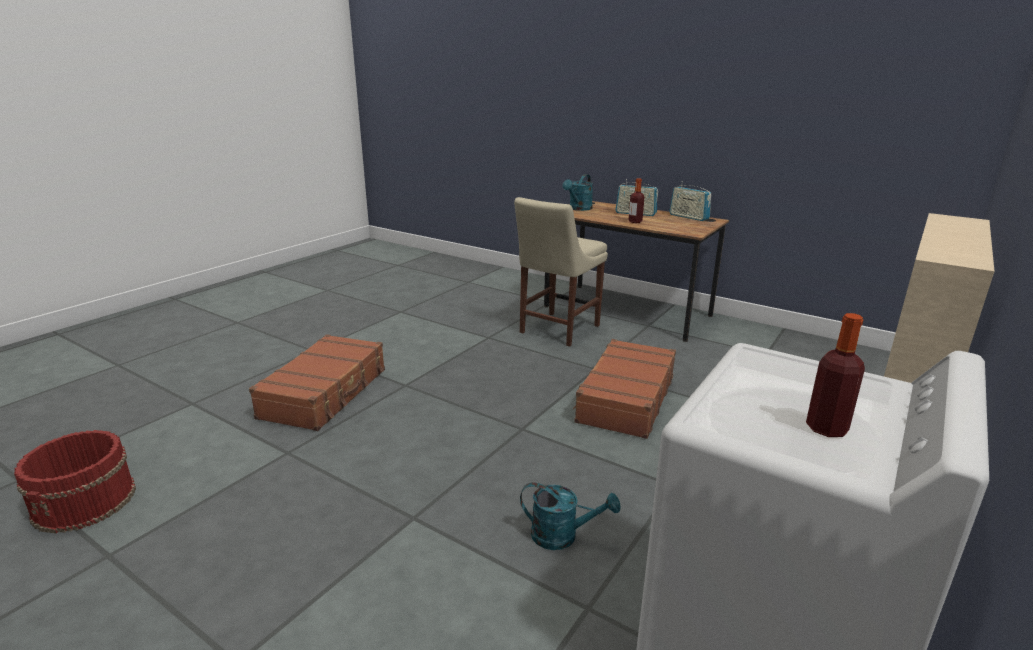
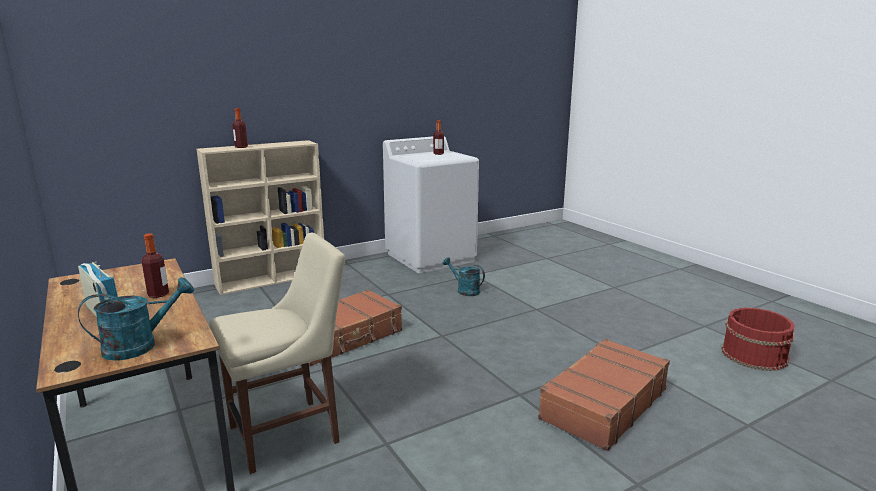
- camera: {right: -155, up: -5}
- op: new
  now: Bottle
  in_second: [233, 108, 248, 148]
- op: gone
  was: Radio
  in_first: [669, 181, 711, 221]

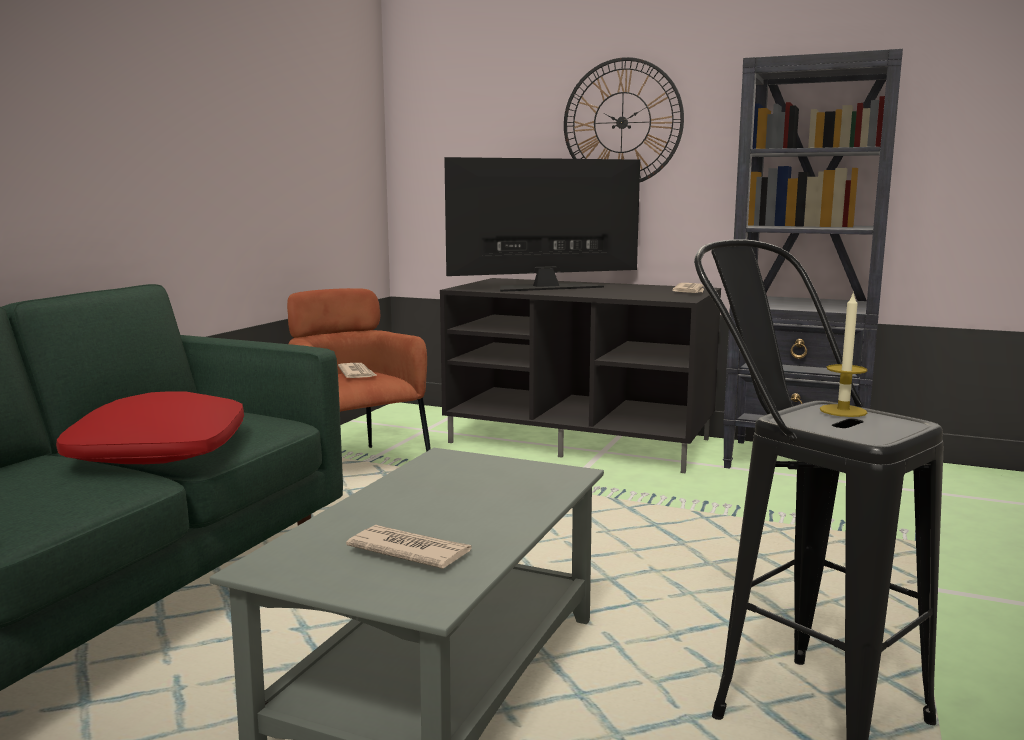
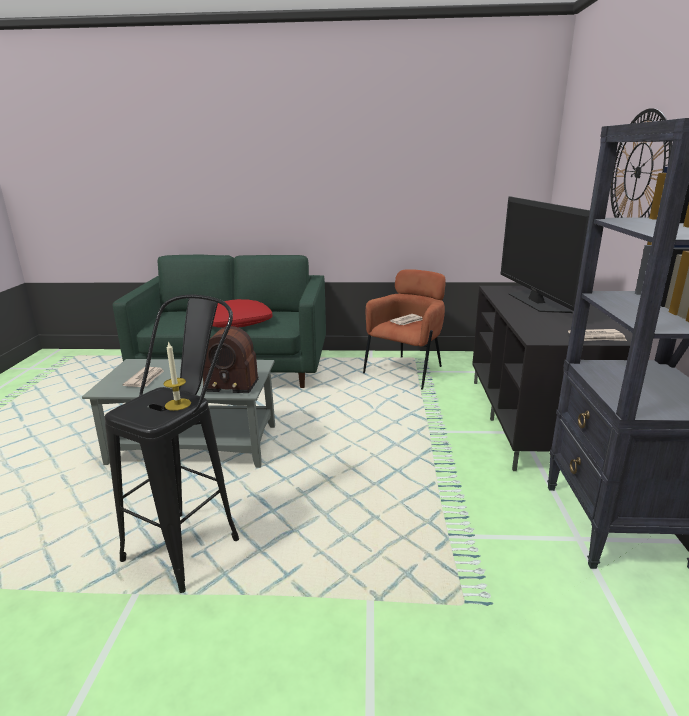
- camera: {right: 70, up: 10}
- op: new
  now: Radio
  in_second: [202, 326, 259, 393]
- op: rotated
  was: Television
  in_first: [444, 157, 640, 292]
  in_second: [500, 196, 590, 313]
  clockwise: -150

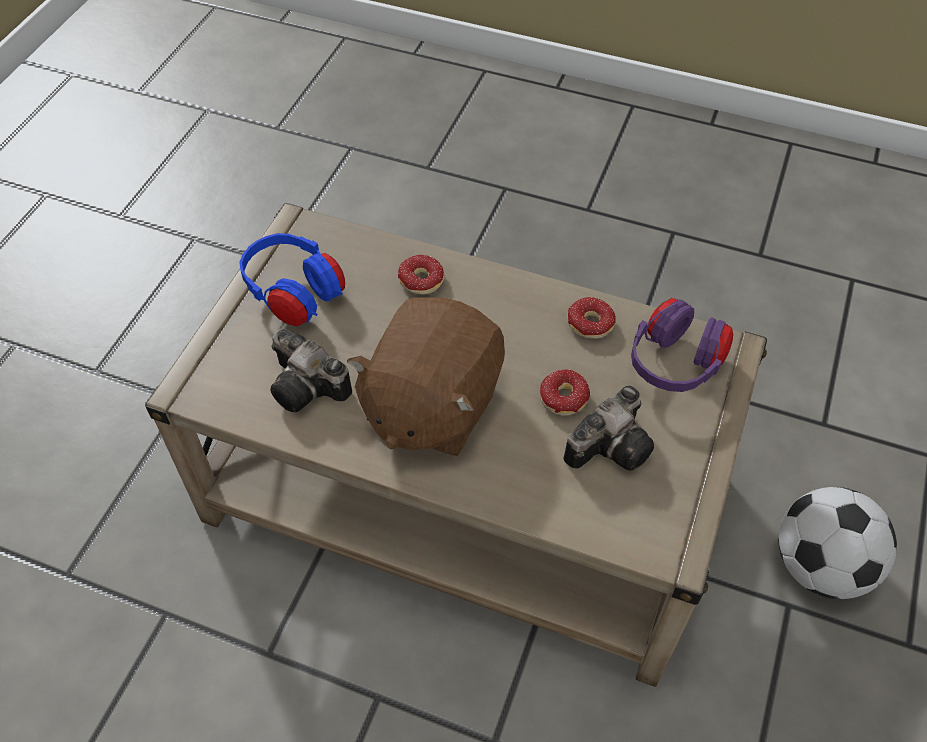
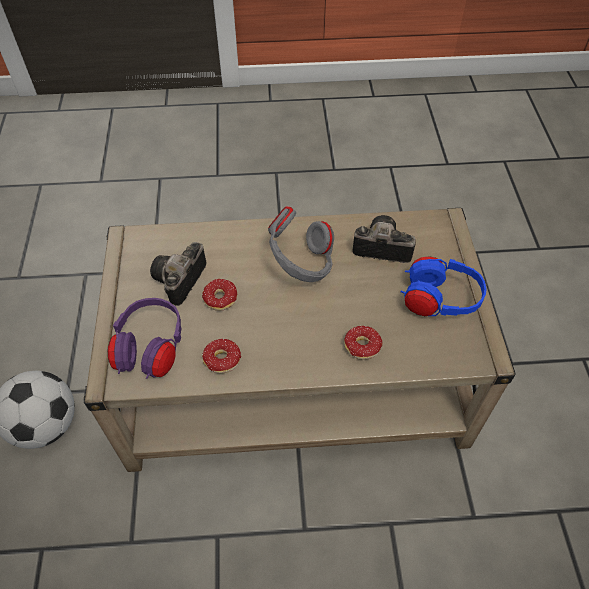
- camera: {right: 155, up: 0}
- op: swapped
  was: BrownPlushToy
  now: GreyHeadphones
  in_first: [347, 297, 505, 456]
  in_second: [268, 207, 334, 282]

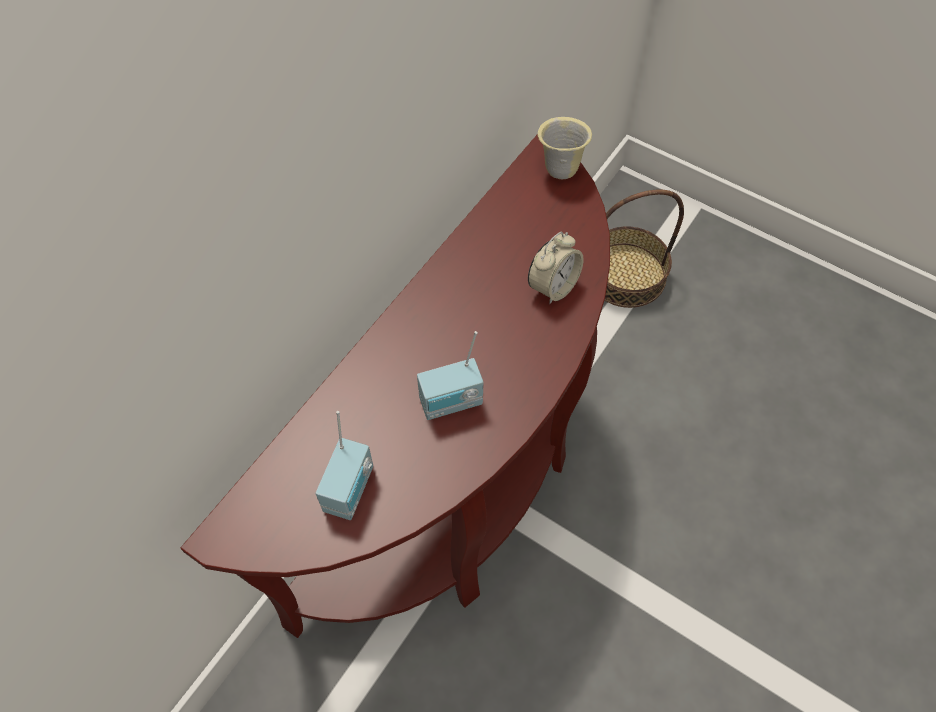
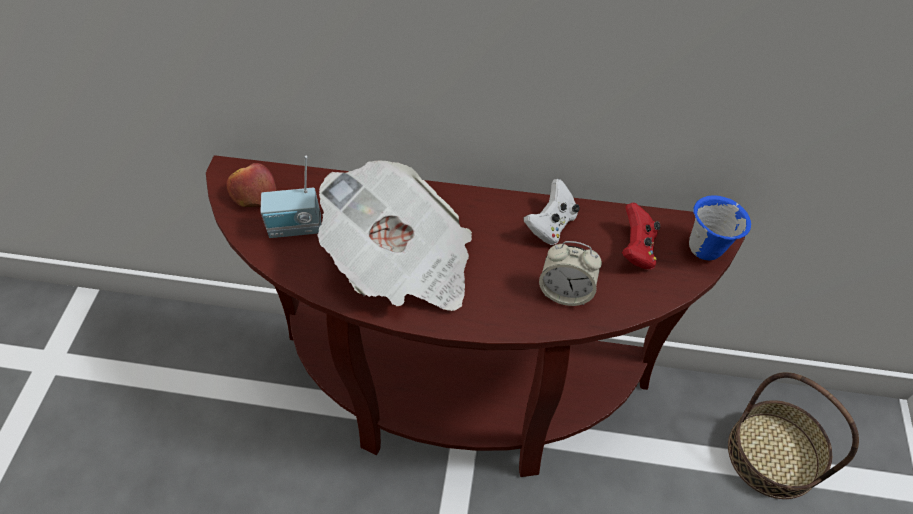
- camera: {right: 65, up: -5}
- op: new
  now: Apple
  in_second: [226, 163, 276, 207]
- op: swapped
  was: Radio
  now: Newspaper
  in_first: [417, 331, 483, 420]
  in_second: [317, 160, 472, 311]
- op: new
  now: WhiteGameController
  in_second: [523, 179, 580, 245]
- op: new
  now: RedGameController
  in_second: [622, 203, 660, 270]
- op: repainted
  was: BeigeMug
  now: BlueMug
  in_first: [537, 117, 592, 179]
  in_second: [689, 195, 751, 260]

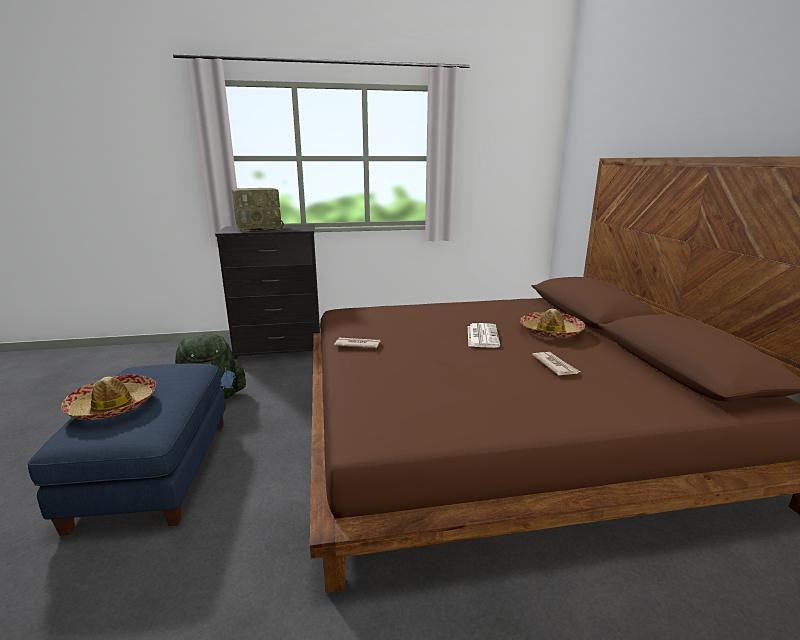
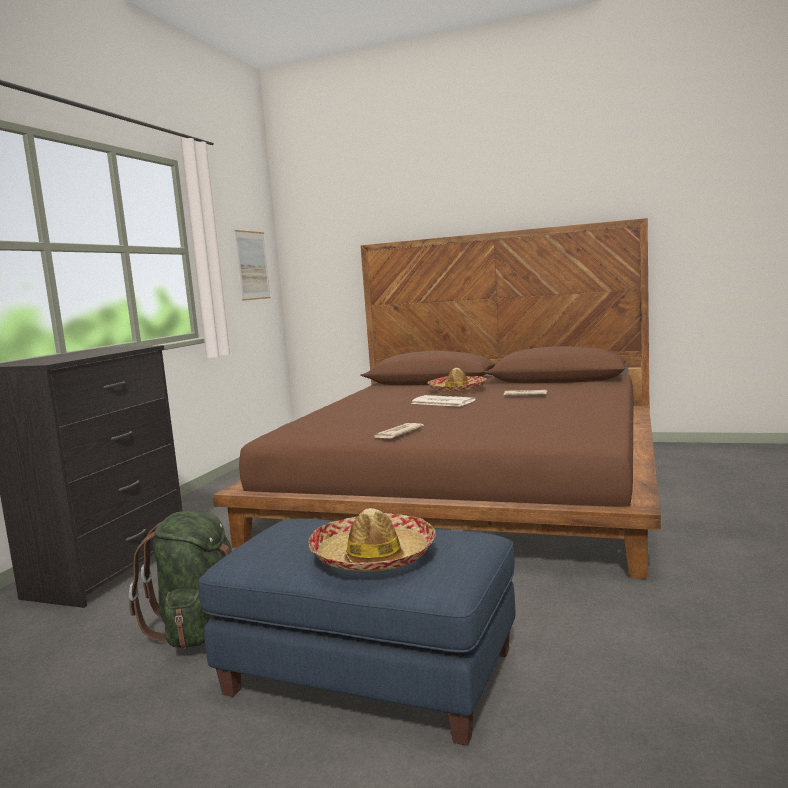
- camera: {right: -60, up: -10}
- op: new
  now: Picture
  in_second: [234, 230, 271, 301]
- op: gone
  was: Radio
  in_first: [232, 188, 284, 232]

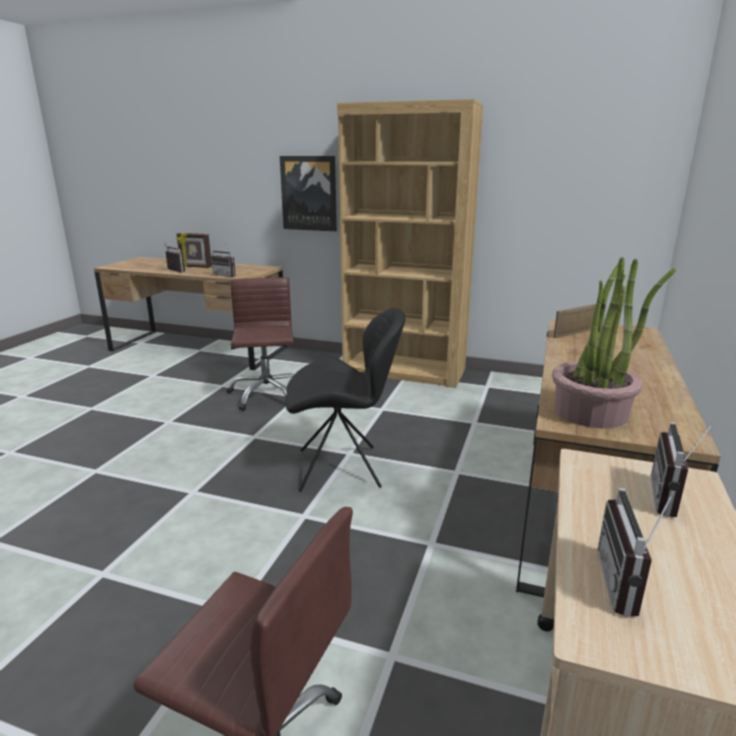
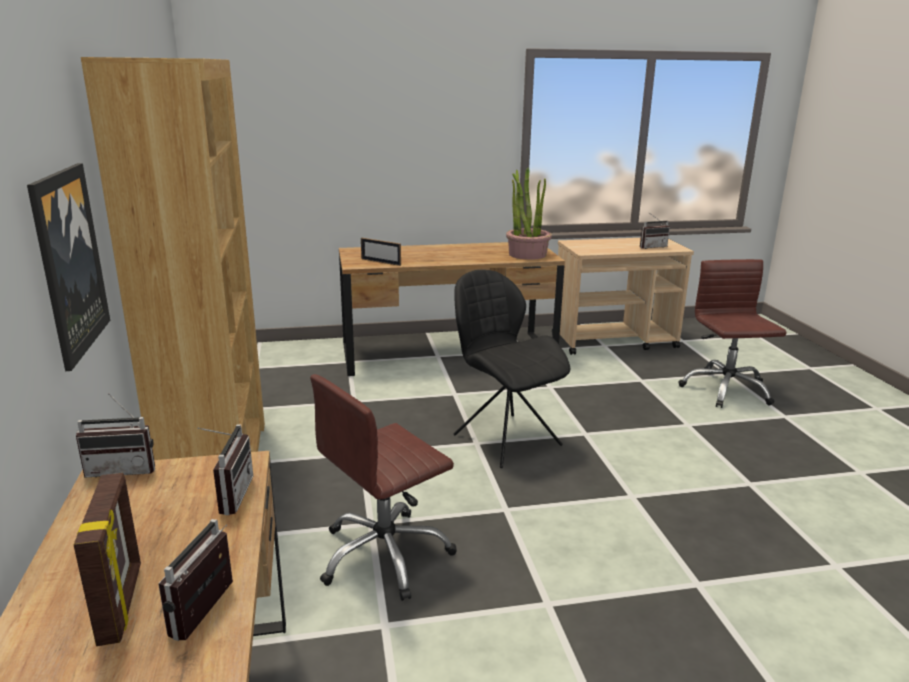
- camera: {right: -120, up: 0}
- op: shifted
  was: Radio
  in_first: [651, 422, 714, 517]
  in_second: [76, 393, 155, 478]

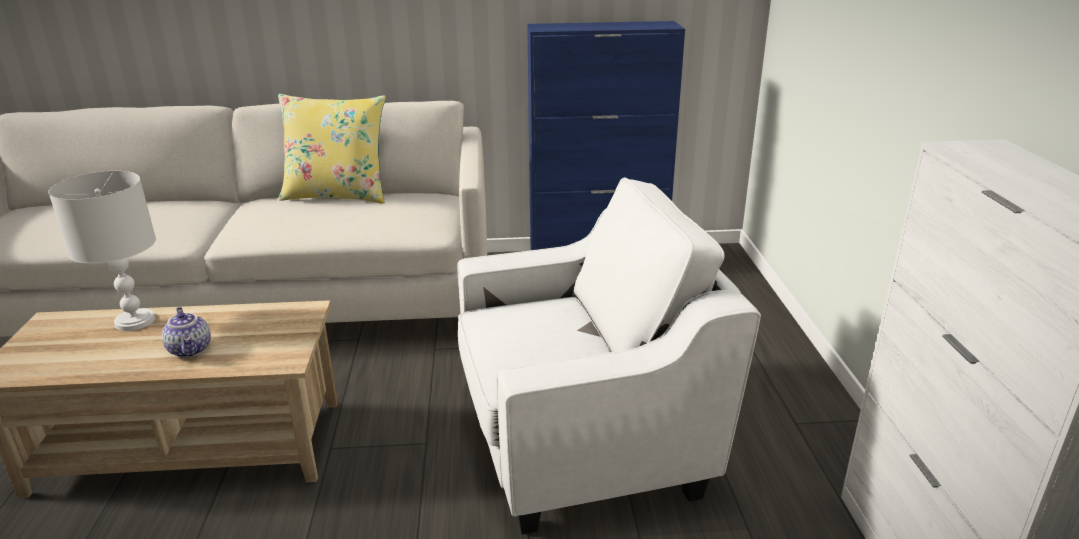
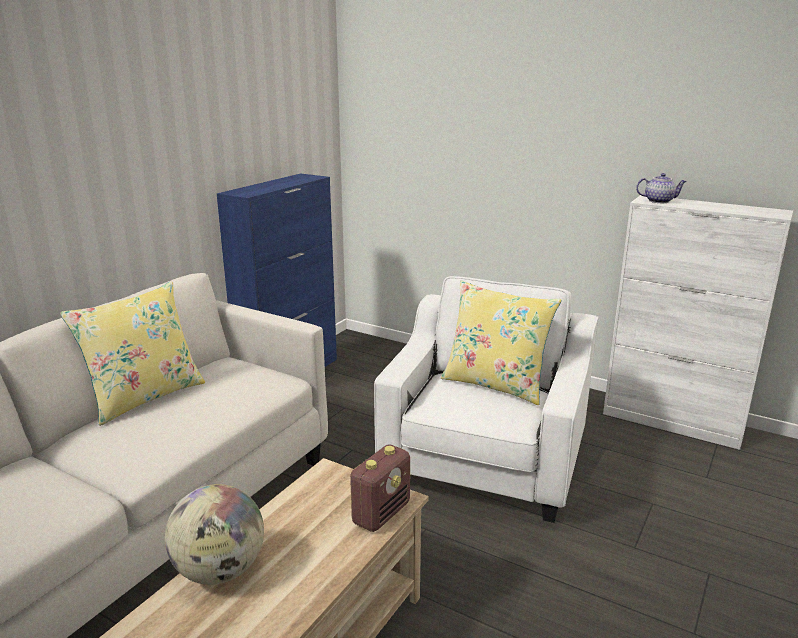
- camera: {right: -55, up: -5}
- op: swapped
  was: WhiteTableLamp
  now: Globe
  in_first: [48, 171, 156, 331]
  in_second: [165, 484, 264, 585]
- op: new
  now: Radio
  in_second: [350, 444, 410, 532]
- op: new
  now: YellowPillow
  in_second: [441, 280, 562, 405]
- op: shifted
  was: Teapot
  in_first: [162, 307, 211, 358]
  in_second: [636, 173, 687, 203]

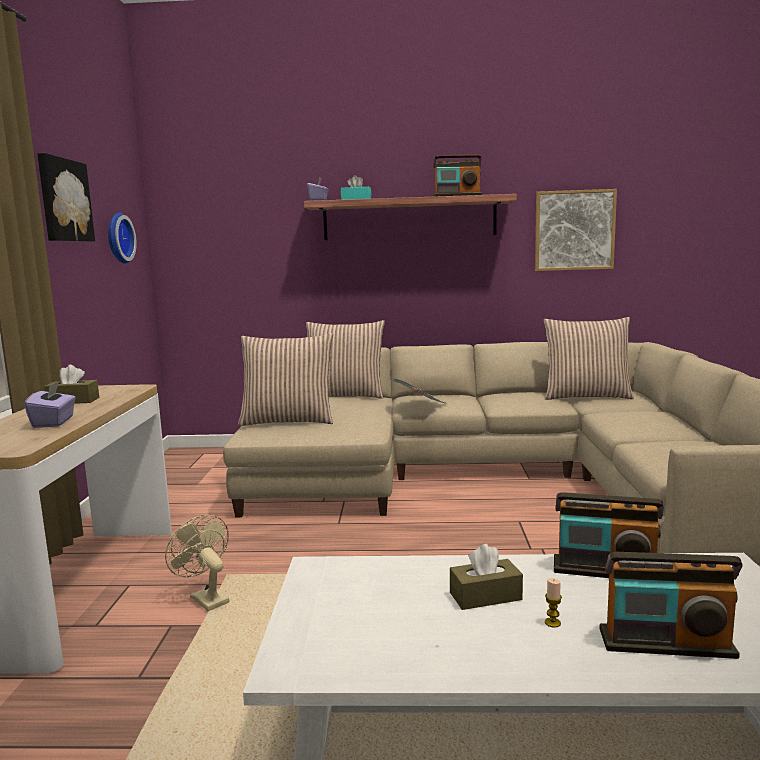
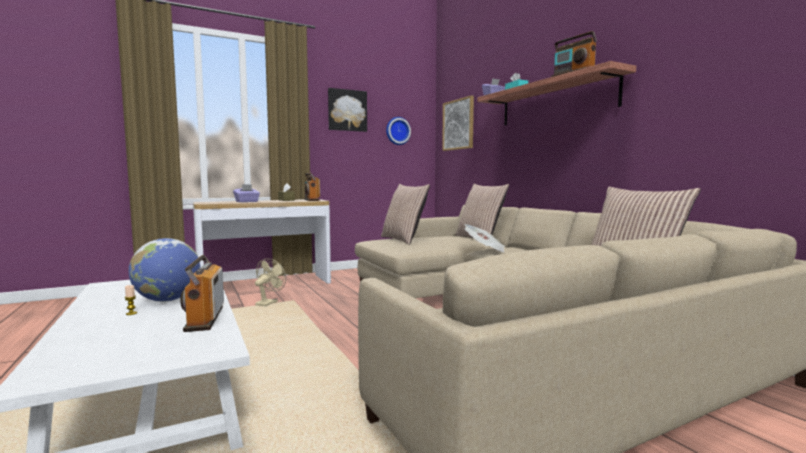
- camera: {right: 60, up: -5}
- op: swapped
  was: BrownTissueBox
  now: Globe
  in_first: [450, 544, 523, 610]
  in_second: [128, 238, 200, 302]
- op: shifted
  was: Radio
  in_first: [599, 552, 743, 659]
  in_second: [304, 173, 320, 201]
- op: shifted
  was: Picture
  in_first: [535, 189, 617, 271]
  in_second: [442, 95, 474, 151]

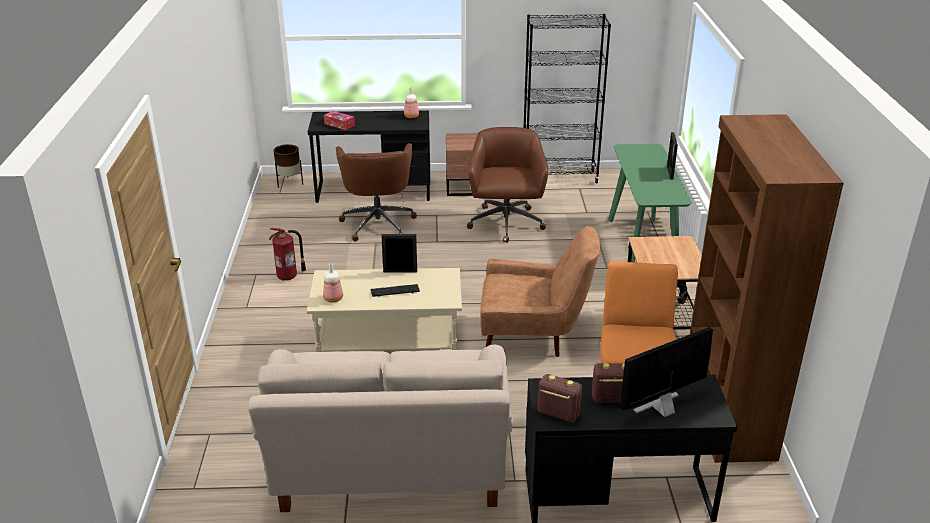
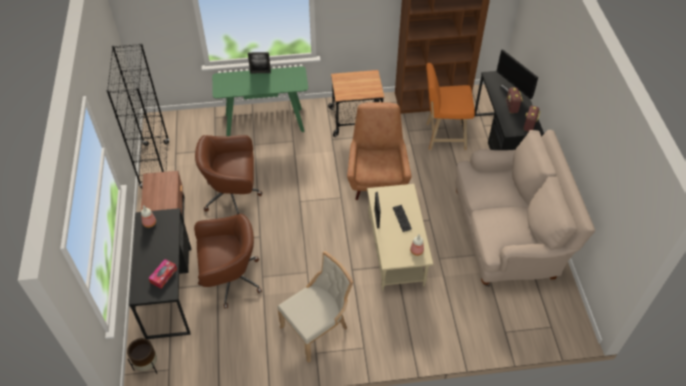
- camera: {right: -95, up: 20}
- op: swapped
  was: FireExtinguisher
  now: BeigeChair
  in_first: [269, 228, 306, 281]
  in_second: [277, 251, 353, 363]

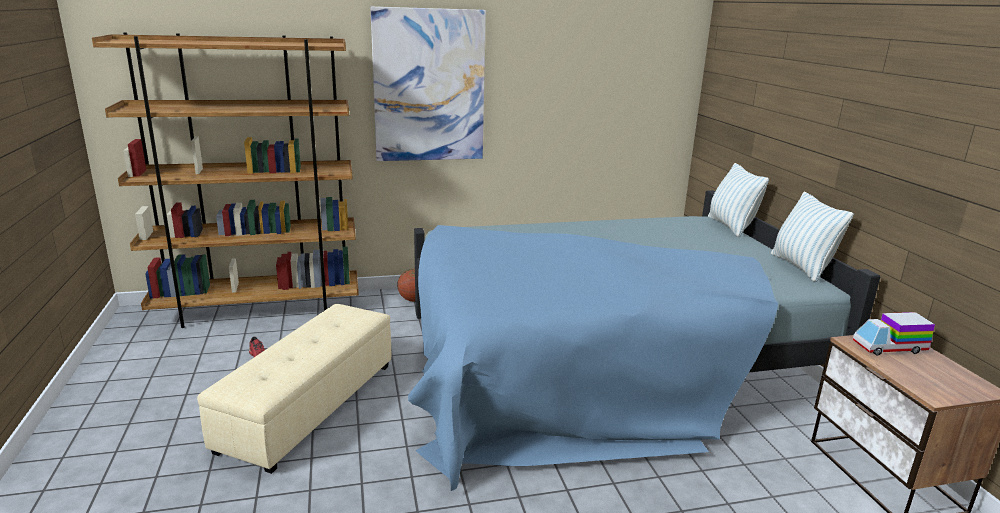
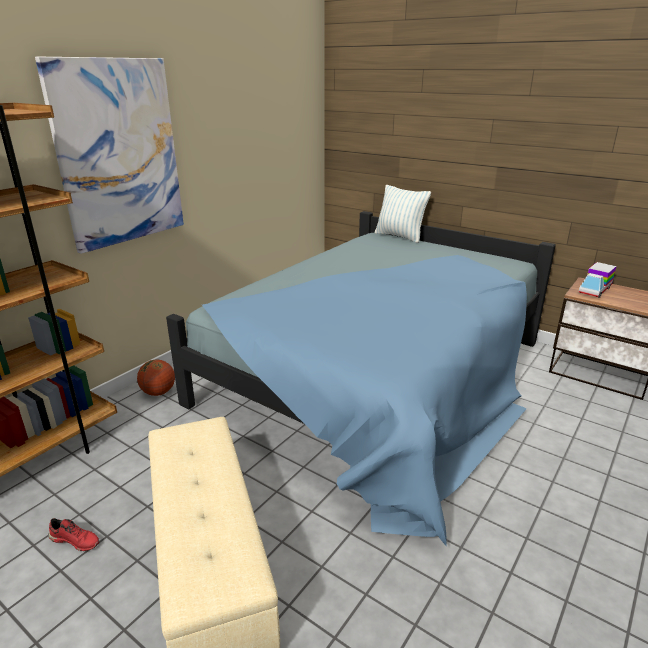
- camera: {right: -40, up: 5}
- op: gone
  was: Pillow
  in_first: [771, 192, 854, 282]

